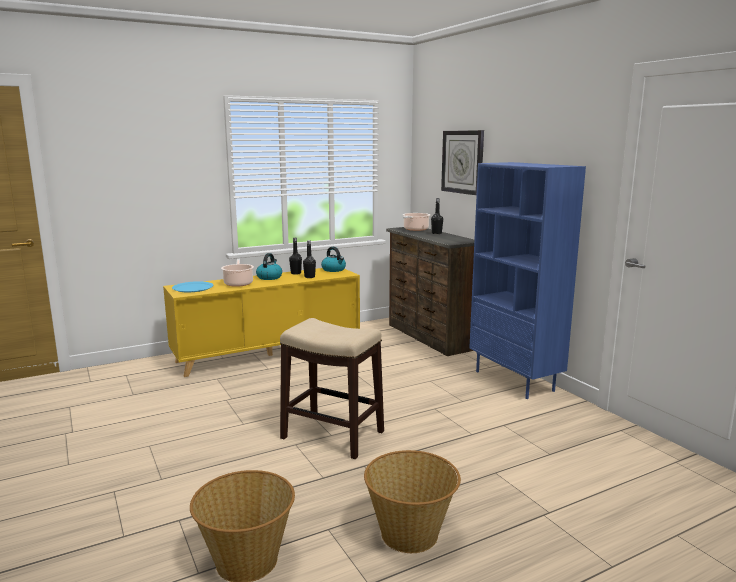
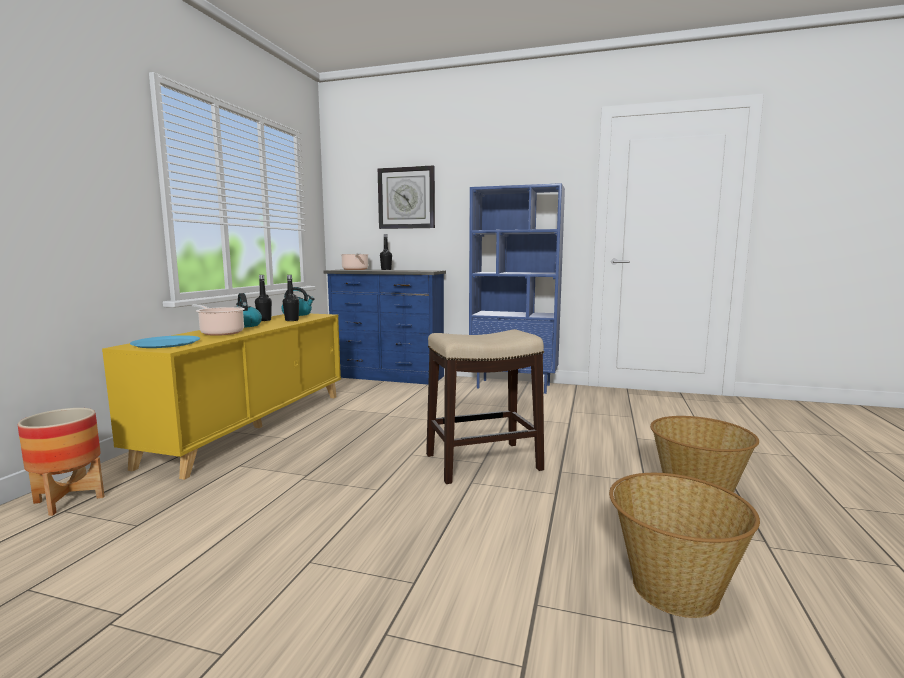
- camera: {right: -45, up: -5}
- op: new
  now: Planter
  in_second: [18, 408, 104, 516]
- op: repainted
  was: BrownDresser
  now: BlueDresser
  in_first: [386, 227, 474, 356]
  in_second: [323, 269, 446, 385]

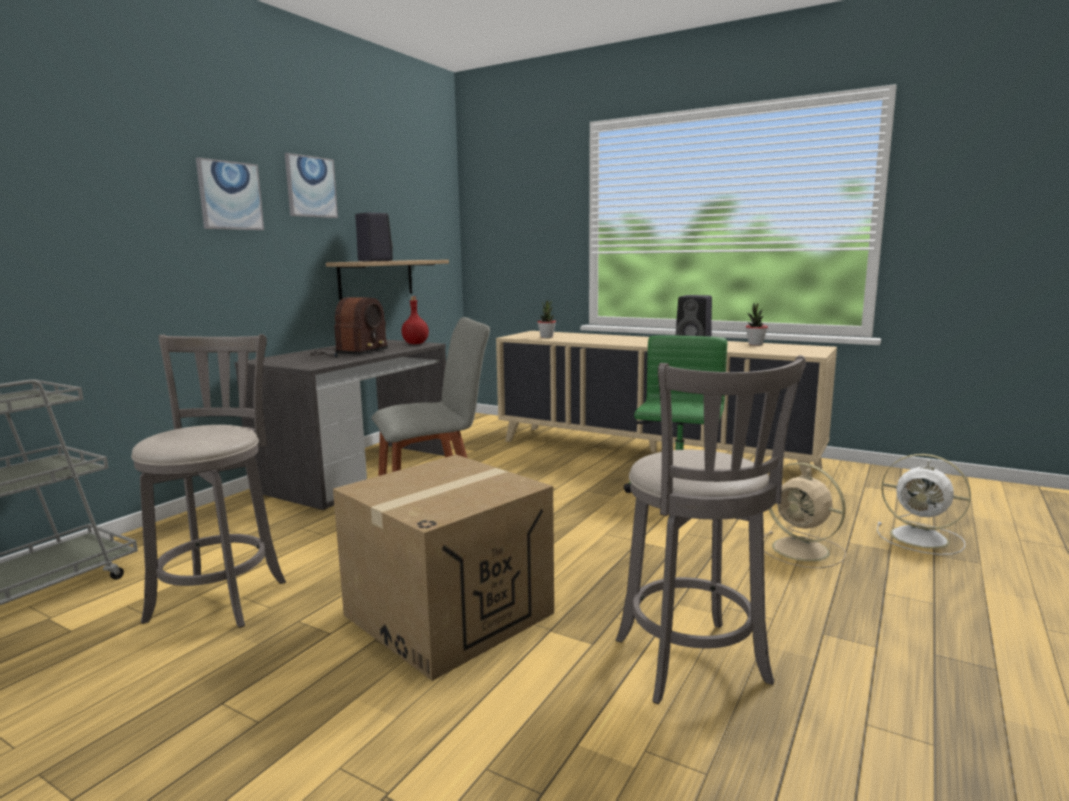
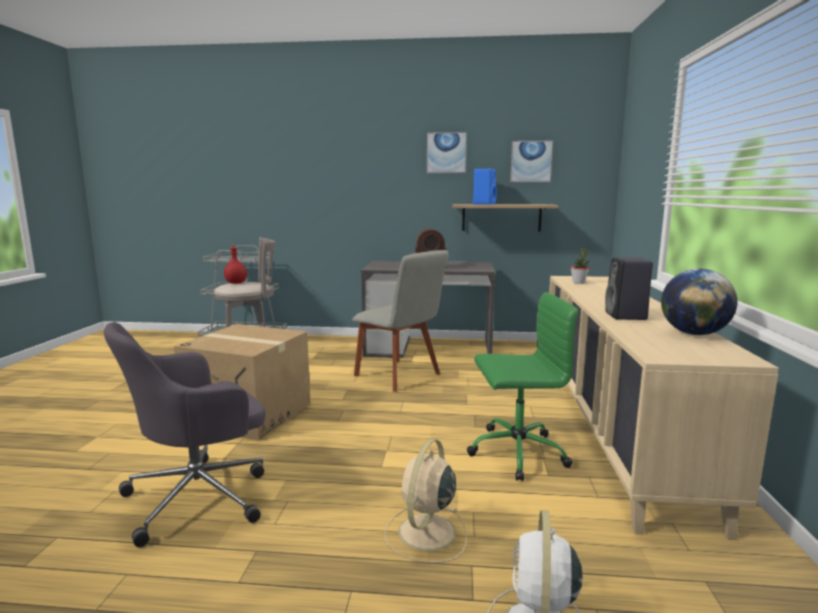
- camera: {right: 65, up: 0}
- op: swapped
  was: GreyStool
  now: GreyOfficeChair
  in_first: [616, 355, 806, 704]
  in_second: [104, 322, 265, 547]
- op: shifted
  was: RedBottle
  in_first: [402, 297, 429, 344]
  in_second: [224, 245, 247, 284]
- op: repainted
  was: BlackSpeaker
  now: BlueSpeaker
  in_first: [355, 213, 393, 261]
  in_second: [473, 169, 497, 205]
- op: shifted
  was: Picture
  in_first: [196, 157, 264, 230]
  in_second: [510, 141, 553, 182]
- op: swapped
  was: PottedPlant
  now: Globe
  in_first: [746, 303, 768, 345]
  in_second: [661, 269, 738, 335]

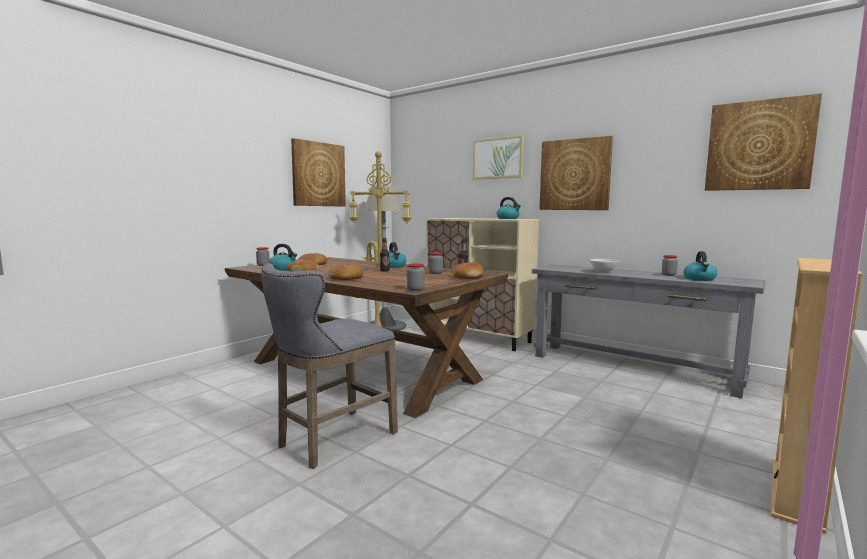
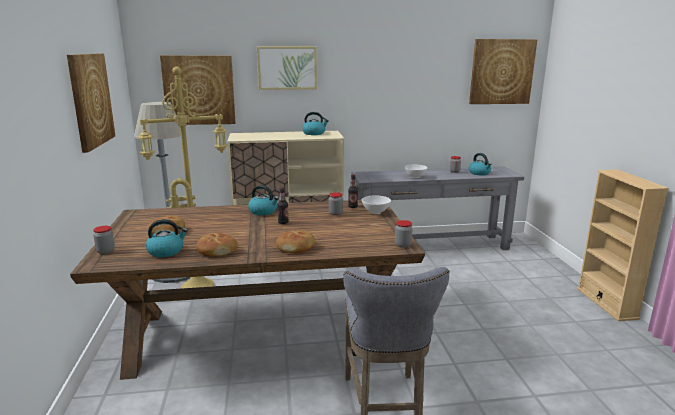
- camera: {right: -45, up: 10}
- op: shifted
  was: Picture
  in_first: [539, 136, 613, 210]
  in_second: [160, 55, 235, 125]
- op: swapped
  was: Bread
  now: WhiteBowl
  in_first: [453, 262, 484, 279]
  in_second: [362, 196, 391, 214]

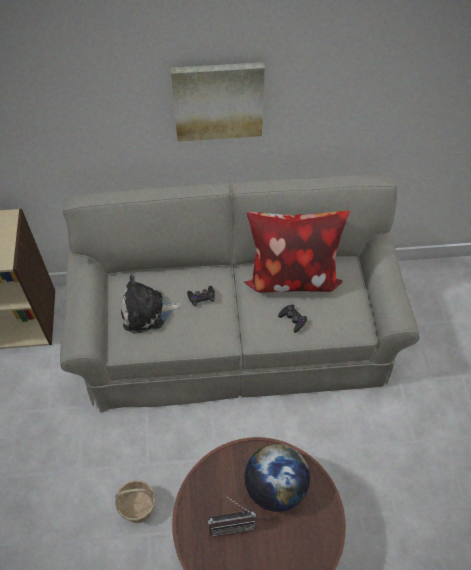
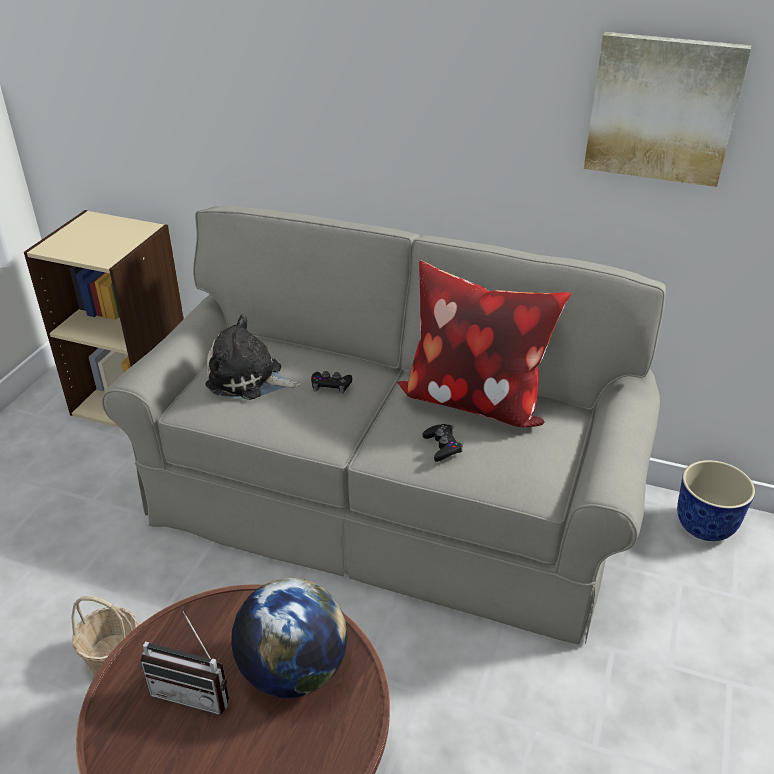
- camera: {right: 25, up: -20}
- op: shifted
  was: Picture
  in_first: [171, 62, 265, 141]
  in_second: [584, 32, 751, 187]
- op: new
  now: Planter
  in_second: [677, 460, 755, 541]

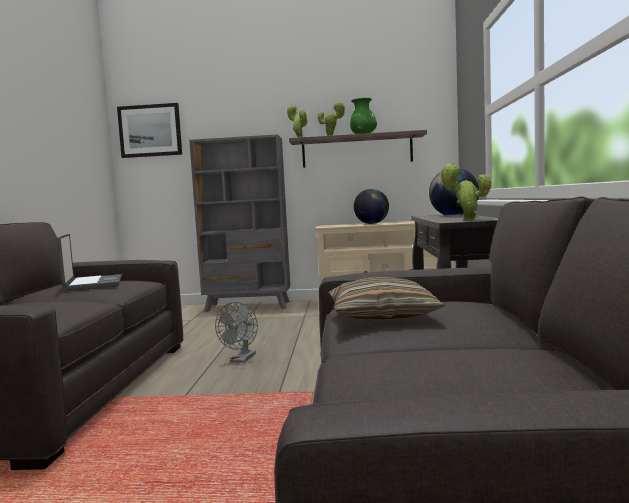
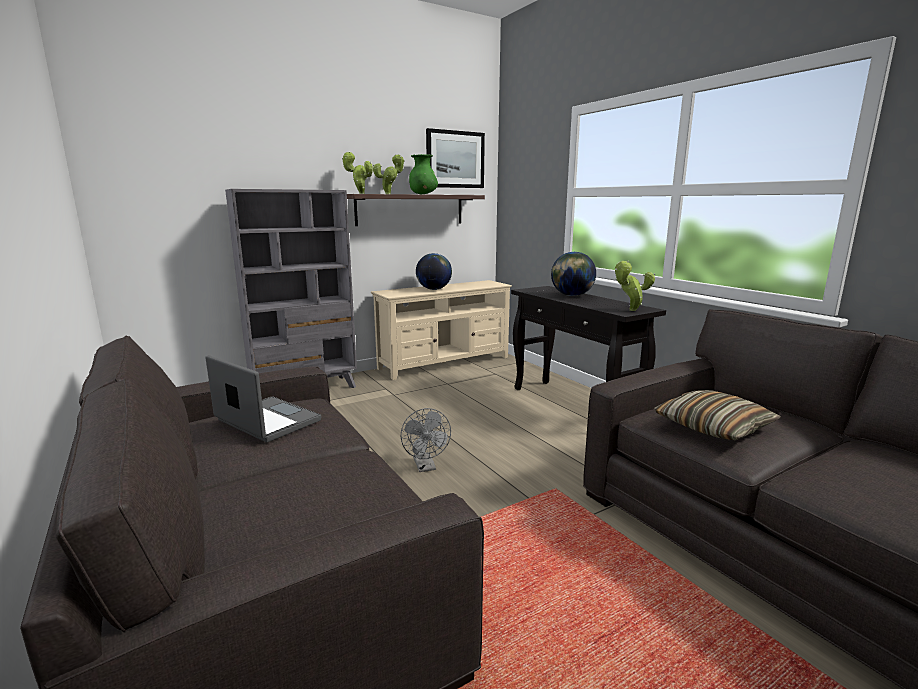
- camera: {right: -35, up: 10}
- op: shifted
  was: Picture
  in_first: [117, 103, 182, 158]
  in_second: [426, 128, 485, 188]

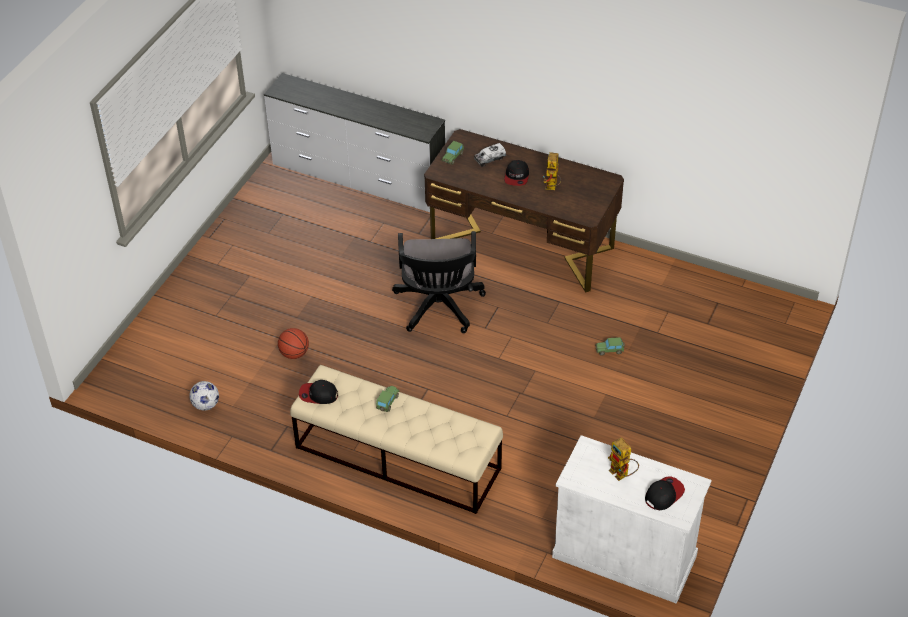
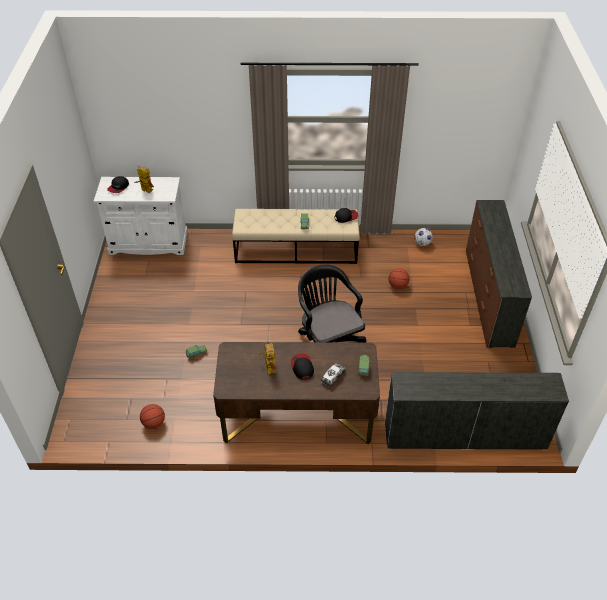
- camera: {right: 155, up: 0}
- op: new
  now: Basketball
  in_second: [140, 404, 165, 429]
- op: new
  now: BrownDresser
  in_second: [466, 200, 532, 348]

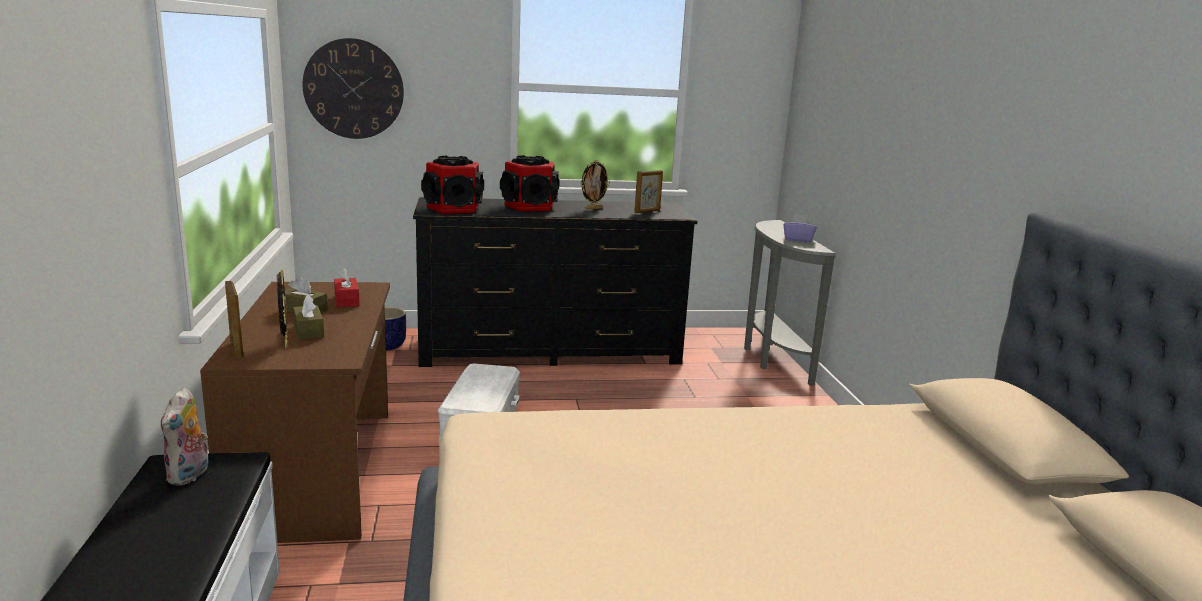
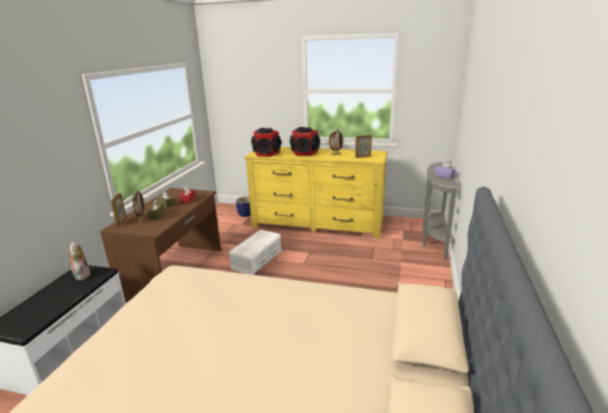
- camera: {right: 25, up: 5}
- op: rotated
  was: PlushToy
  in_first: [161, 388, 209, 485]
  in_second: [67, 242, 91, 280]
  clockwise: 135
- op: repainted
  was: BlackDresser
  now: YellowDresser
  in_first: [413, 197, 697, 367]
  in_second: [244, 147, 388, 239]
- op: gone
  was: WallClock
  in_first: [303, 38, 404, 139]

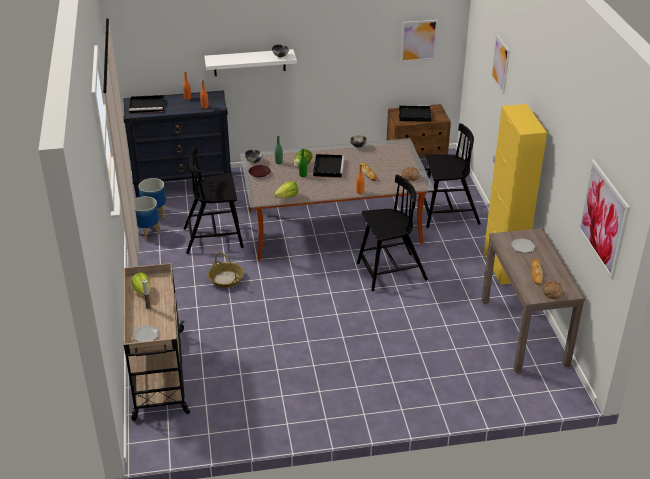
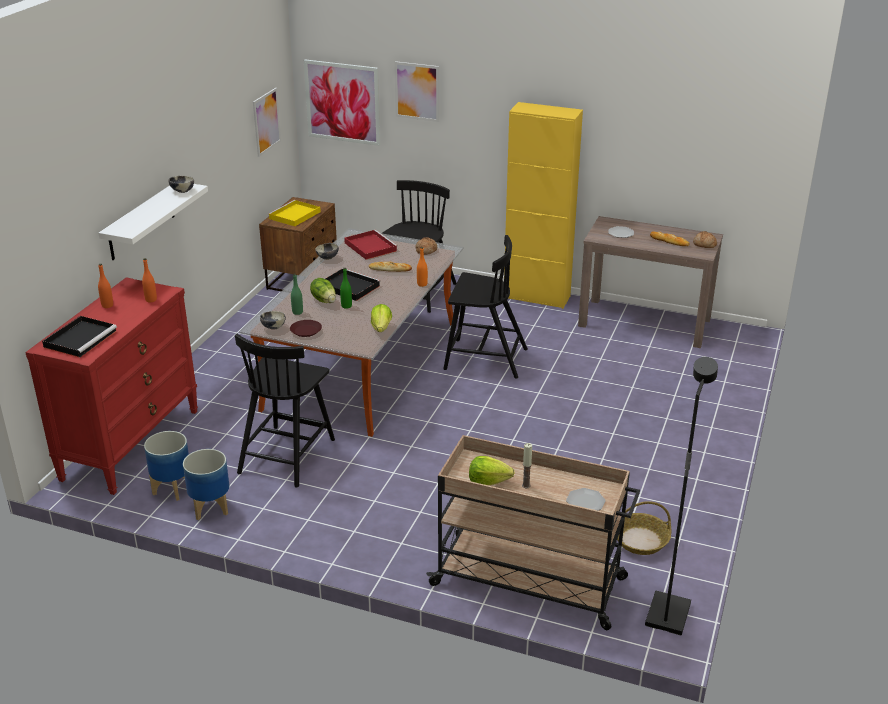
- camera: {right: -60, up: -5}
- op: repainted
  was: BlackDresser
  now: RedDresser
  in_first: [124, 90, 231, 198]
  in_second: [25, 277, 198, 495]
- op: repainted
  was: BlackTray
  now: YellowTray
  in_first: [399, 105, 432, 122]
  in_second: [268, 200, 321, 226]
- op: shifted
  was: Picture
  in_first: [578, 159, 630, 280]
  in_second: [304, 60, 380, 146]
- op: new
  now: RedTray
  in_second: [344, 230, 398, 260]
- op: rotated
  was: BlackChair
  in_first: [357, 175, 428, 291]
  in_second: [443, 235, 528, 379]
  clockwise: 90
- op: shifted
  was: Basket
  in_first: [208, 252, 244, 288]
  in_second: [617, 501, 671, 555]
- op: new
  now: BlackFloorLamp
  in_second: [645, 357, 718, 635]

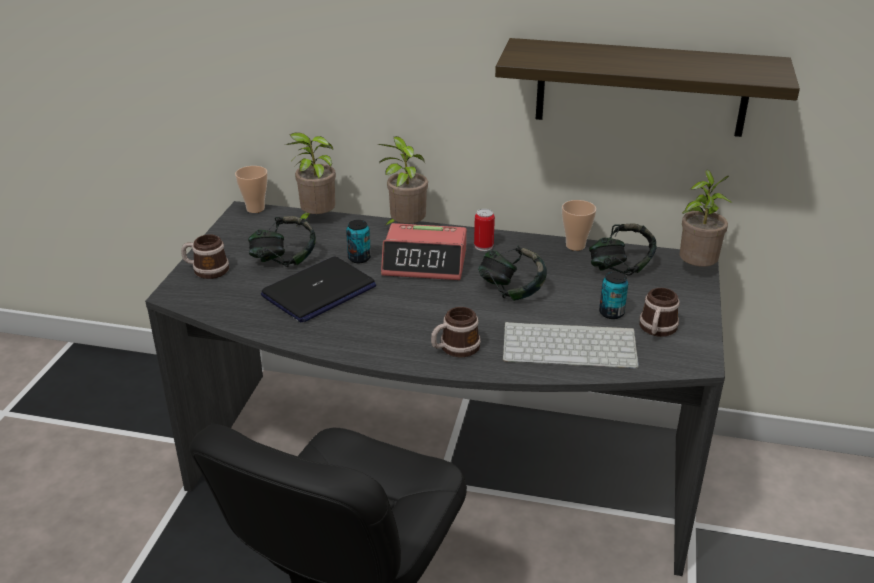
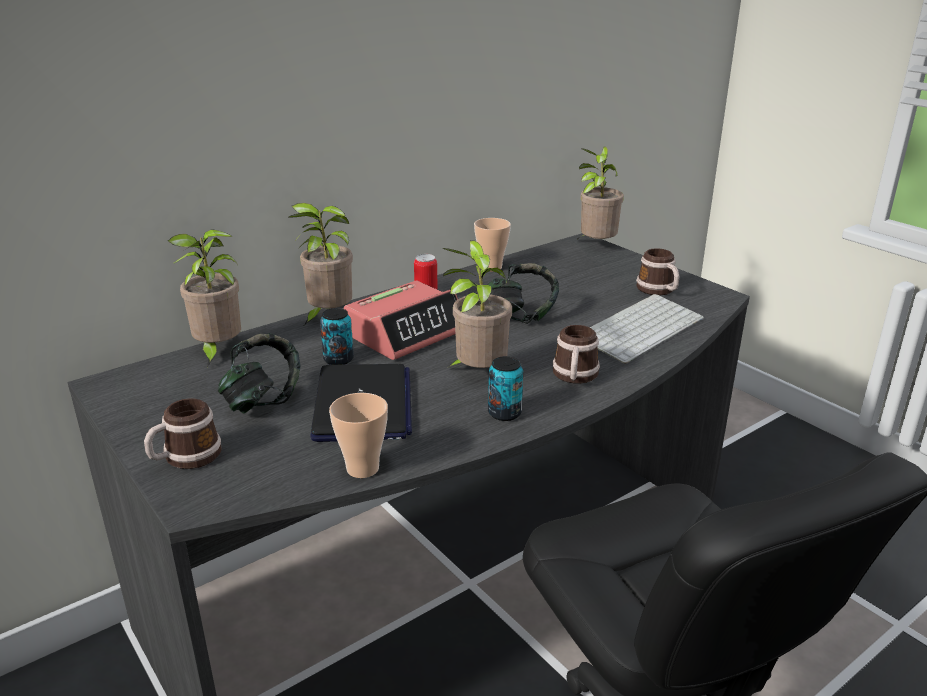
- camera: {right: -50, up: -5}
- op: shifted
  was: Cup
  in_first: [235, 166, 268, 213]
  in_second: [329, 393, 388, 478]
- op: new
  now: PottedPlant
  in_second: [443, 240, 512, 368]
- op: shifted
  was: Can
  in_first: [599, 272, 628, 319]
  in_second: [488, 356, 523, 421]
- op: gone
  was: Shelf
  in_first: [495, 38, 800, 137]
- op: gone
  was: Headphones
  in_first: [589, 224, 657, 276]

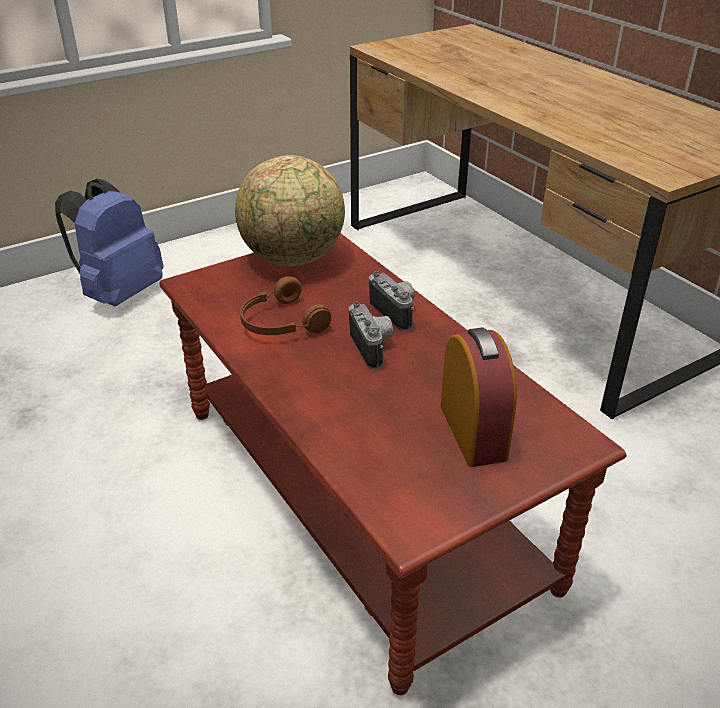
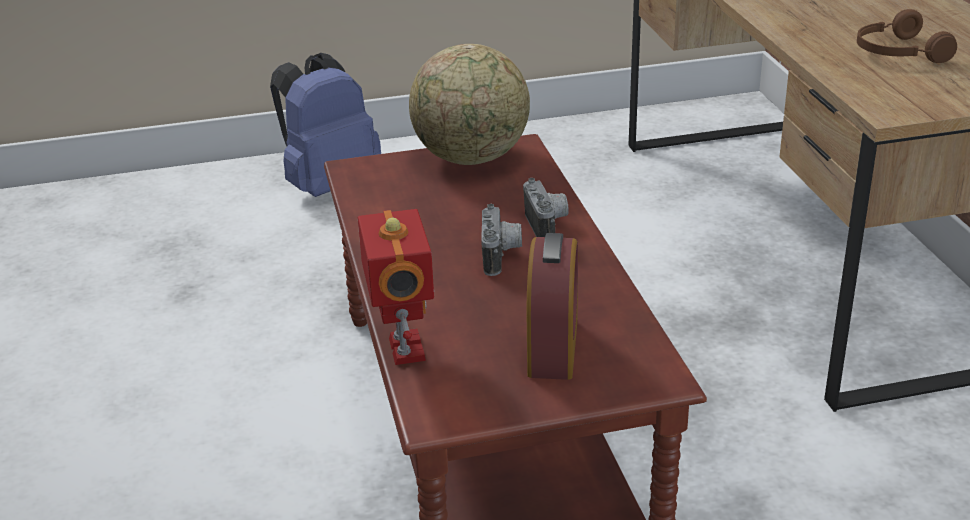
- camera: {right: 20, up: -5}
- op: new
  now: ToyRobot
  in_second: [358, 209, 434, 365]
- op: shifted
  was: BrownHeadphones
  in_first: [240, 276, 331, 335]
  in_second: [857, 9, 957, 63]

